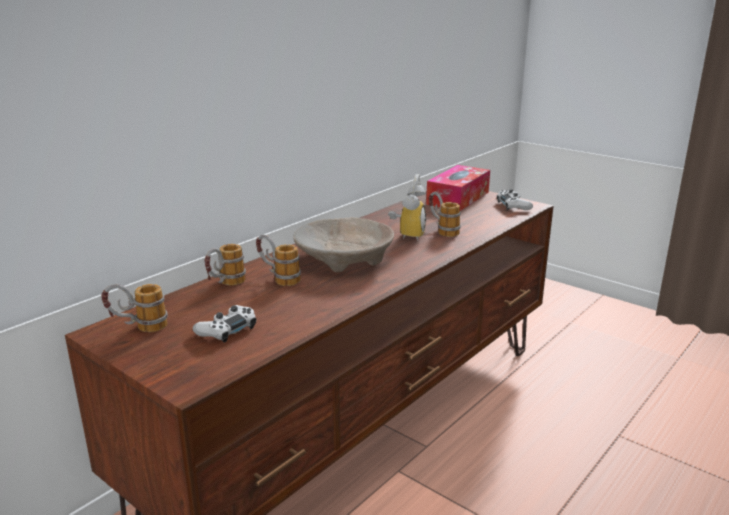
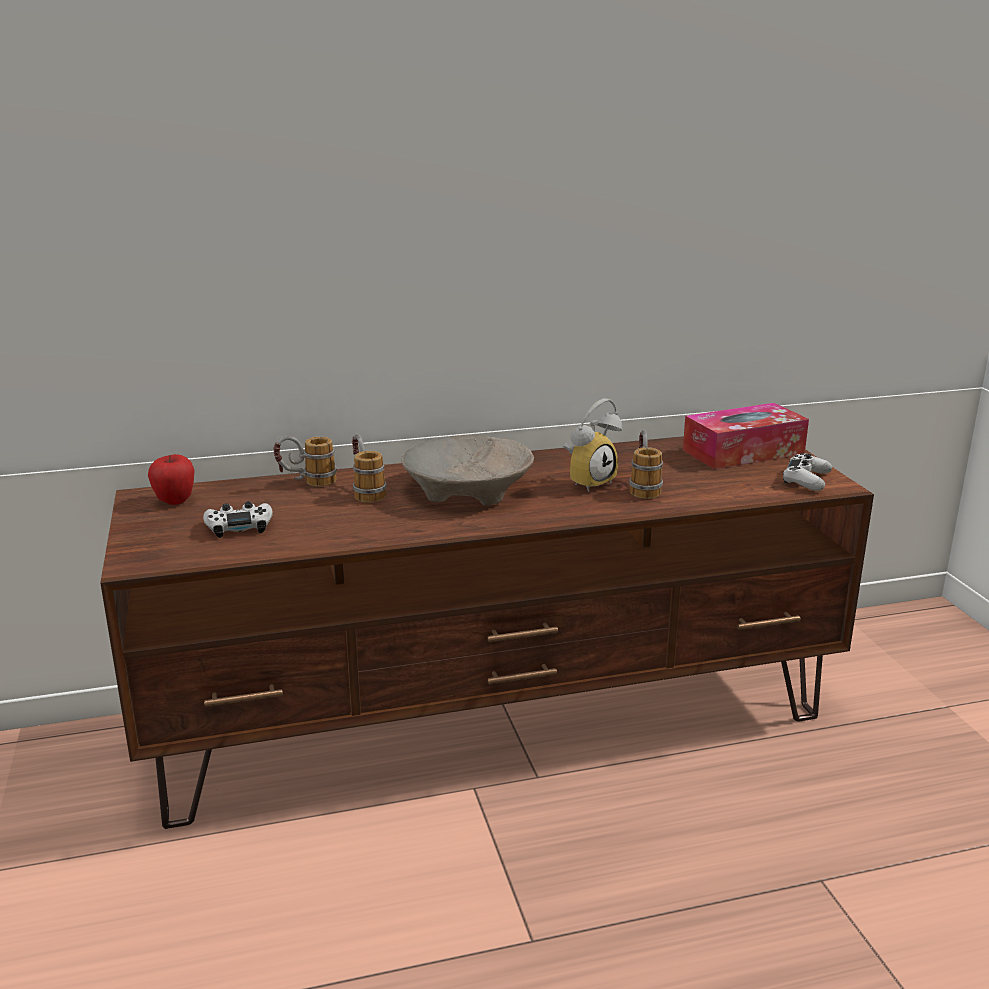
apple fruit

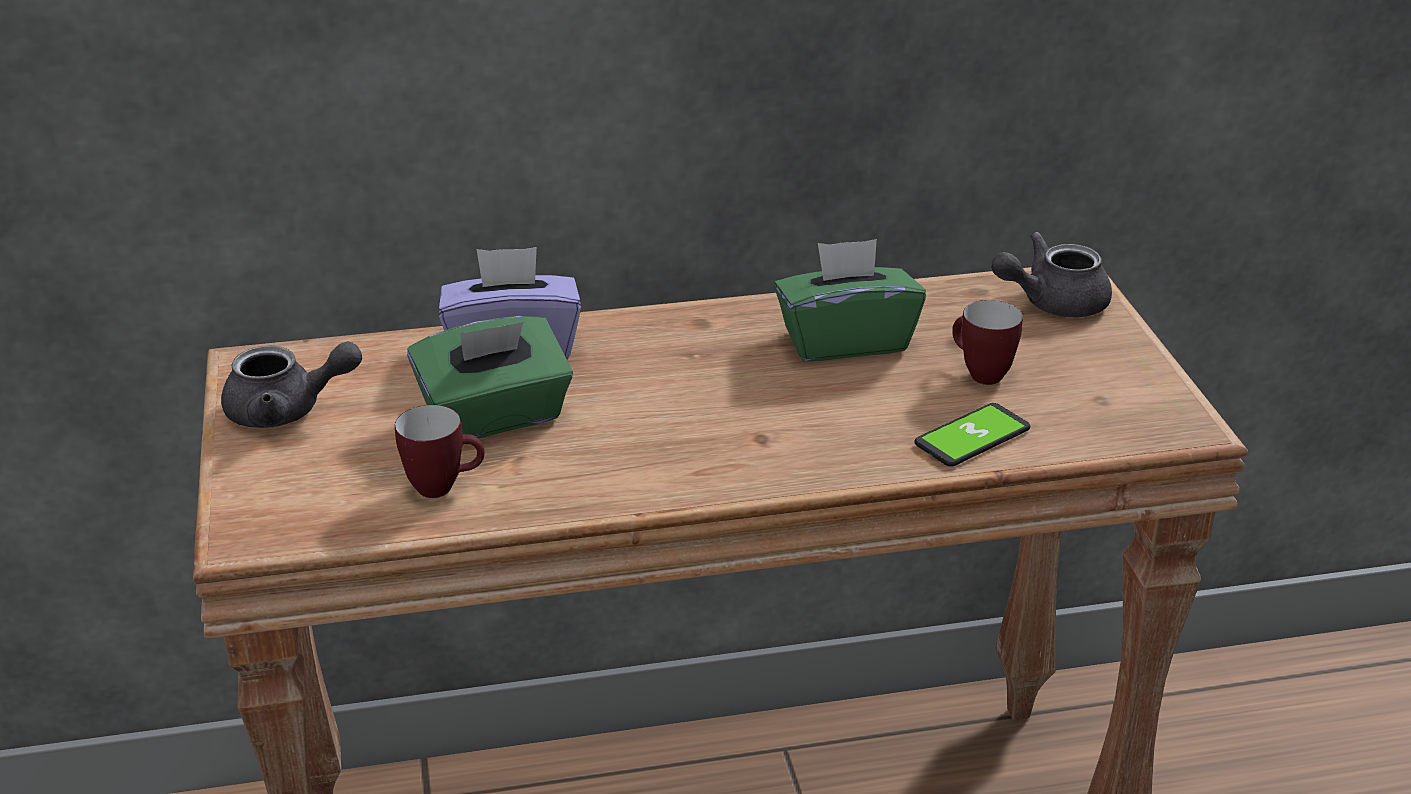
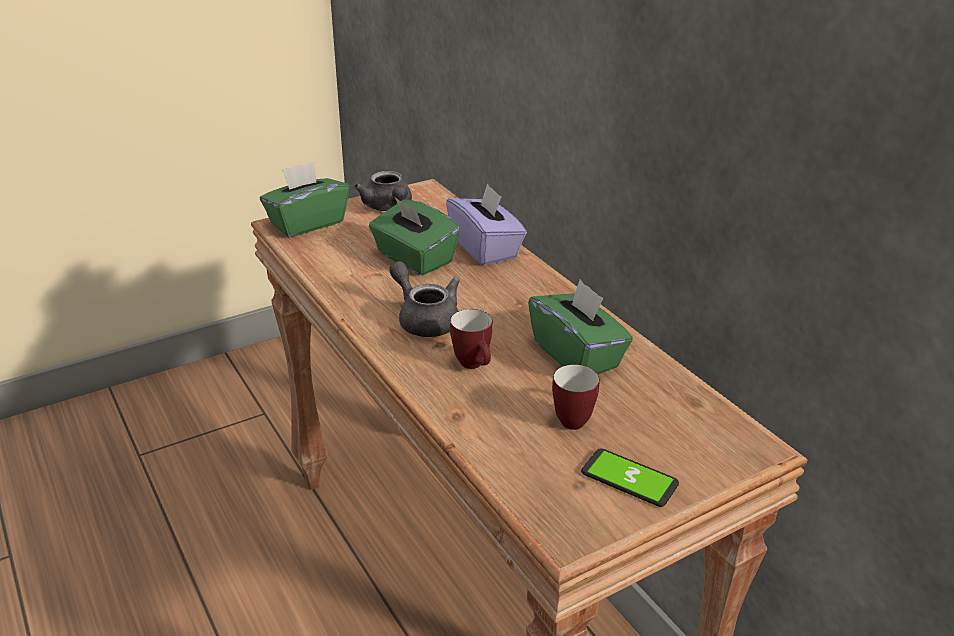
green tissue holder (1st from left); mug (1st from left); phone; greyish teapot (2nd from left)

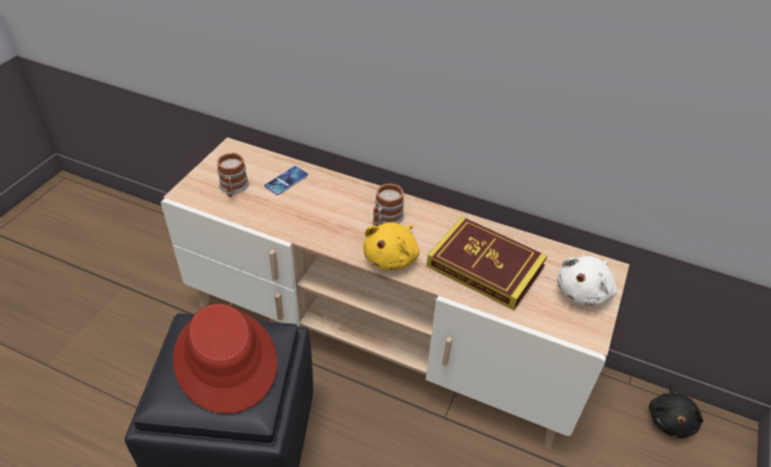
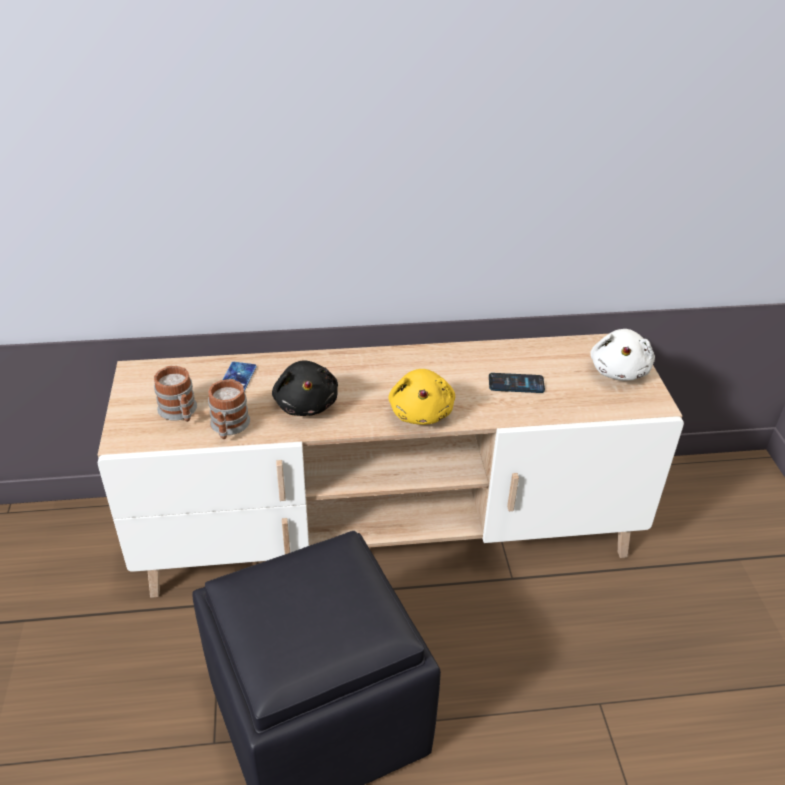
reddish wearable hat; mug (2nd from left); black-coloured soft toy; phone (2nd from left)

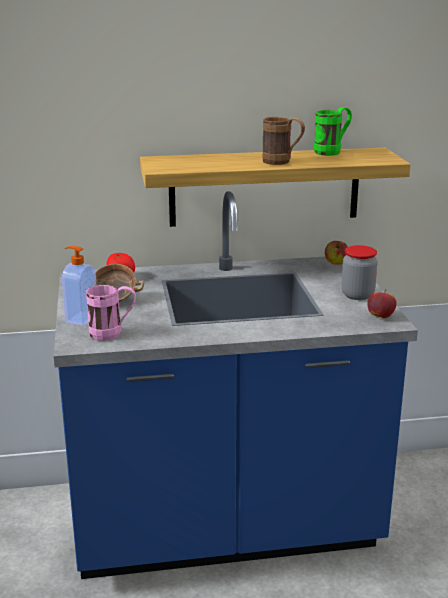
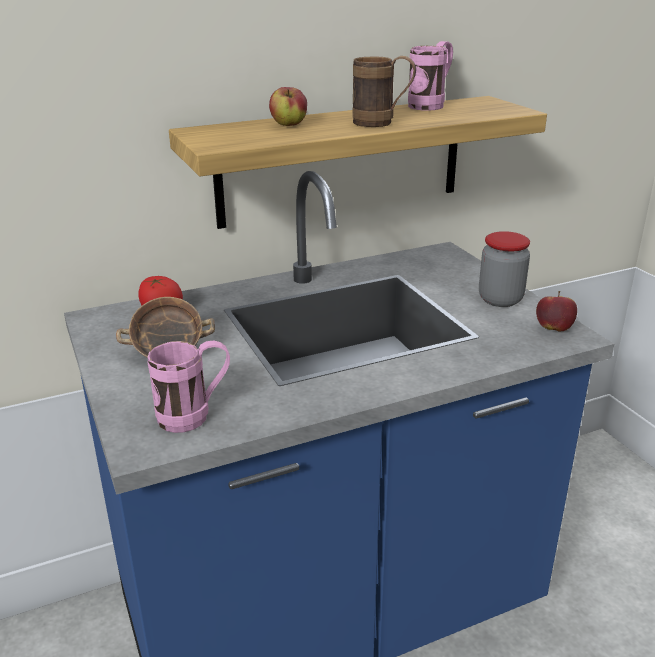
soap bottle; apple fruit (1st from left); pink-coloured mug (2nd from left)

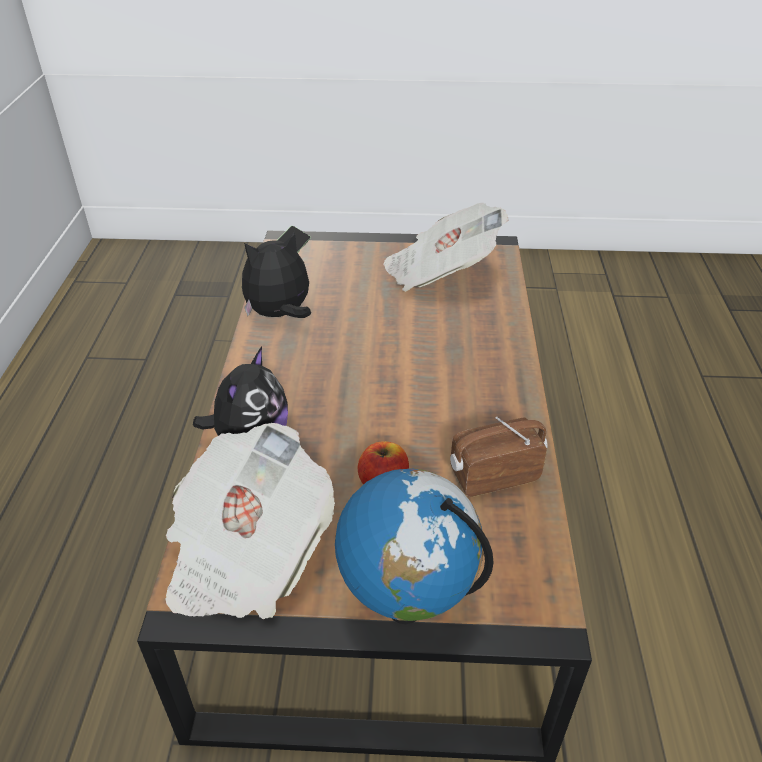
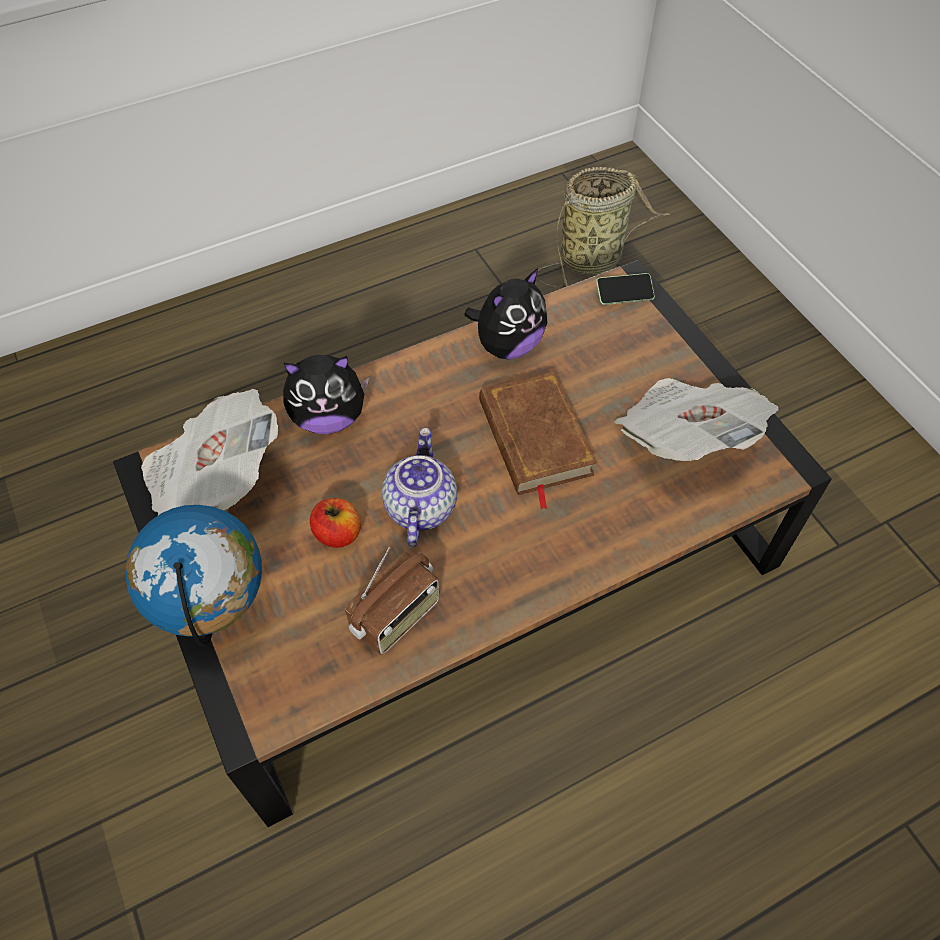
teapot; brown volume; storage basket; soft toy (2nd from left); radio

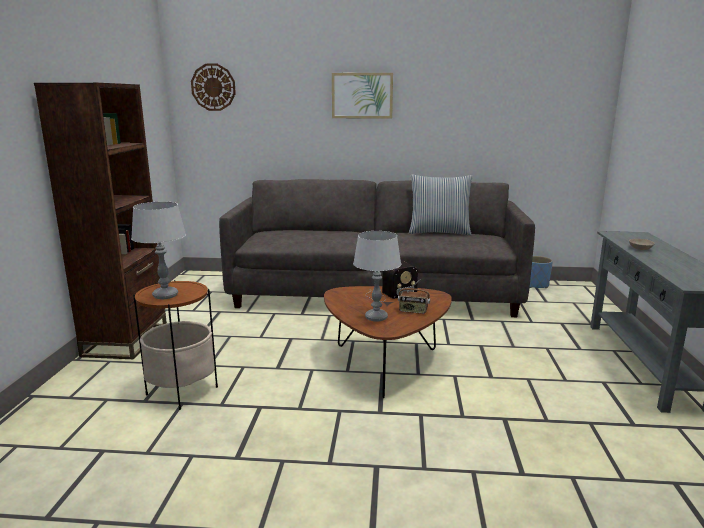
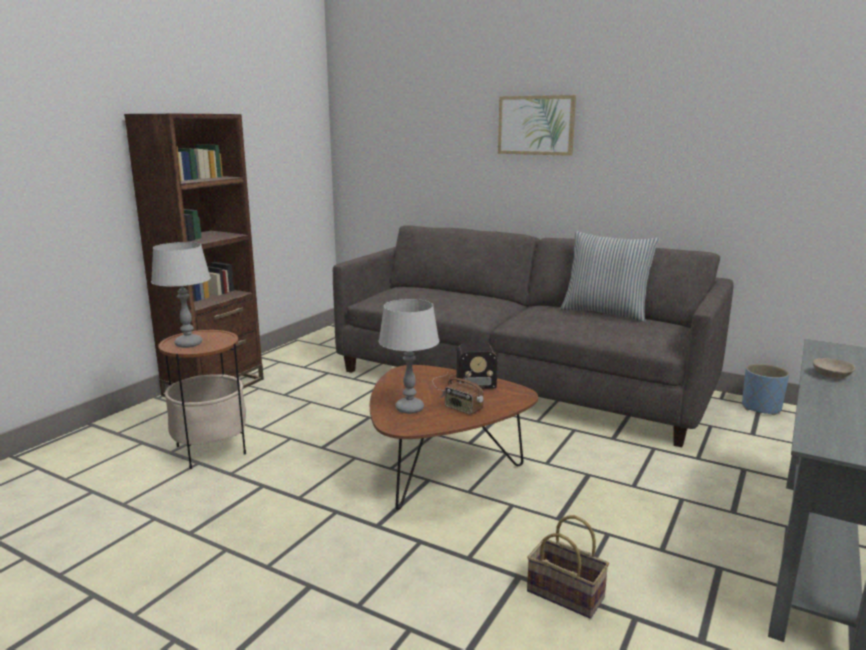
hanging clock; storage basket

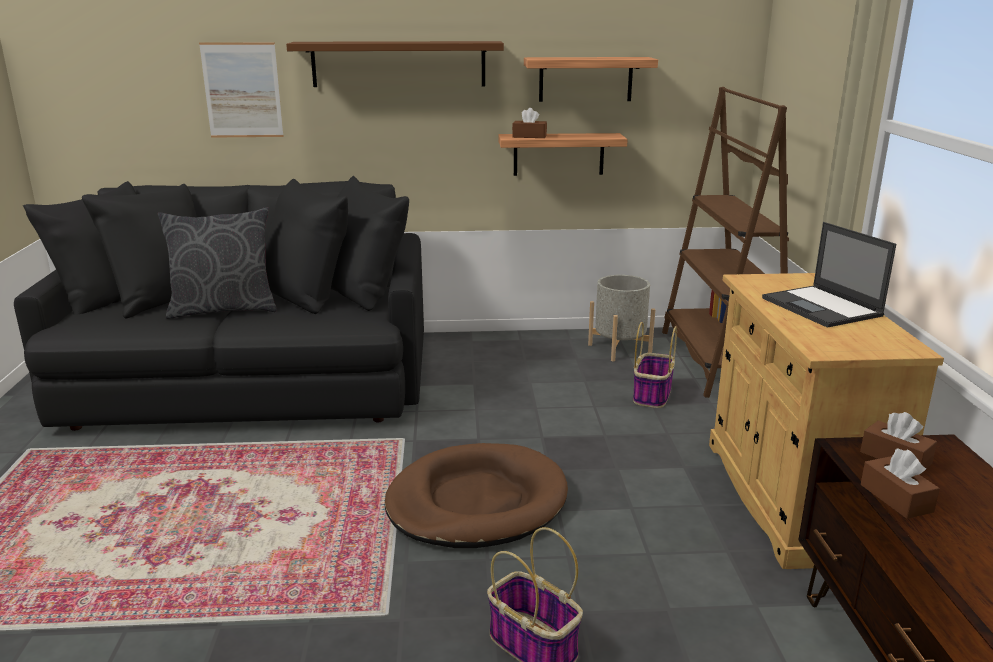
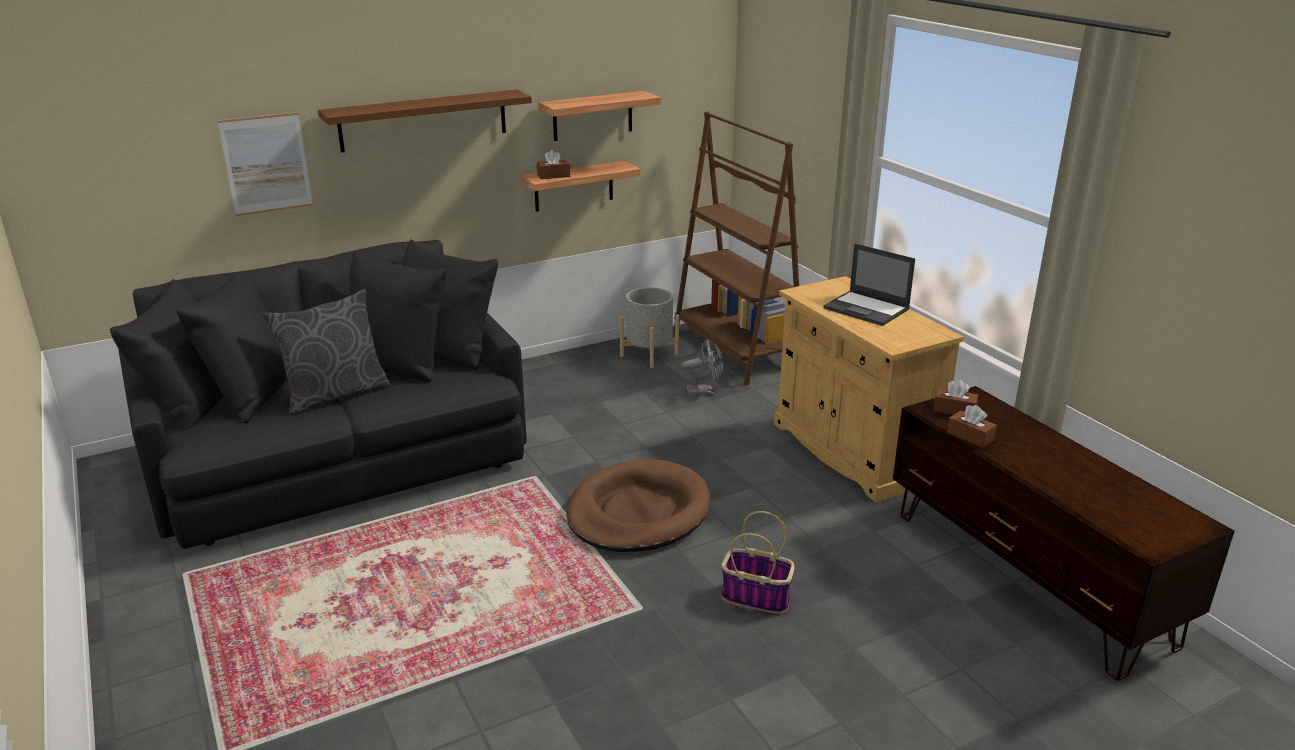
greyish cooling fan

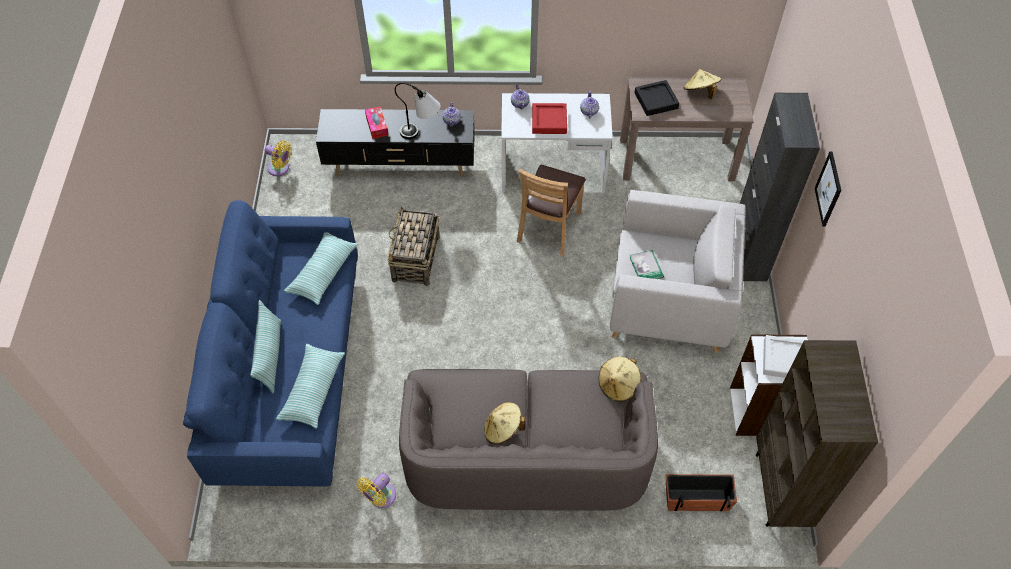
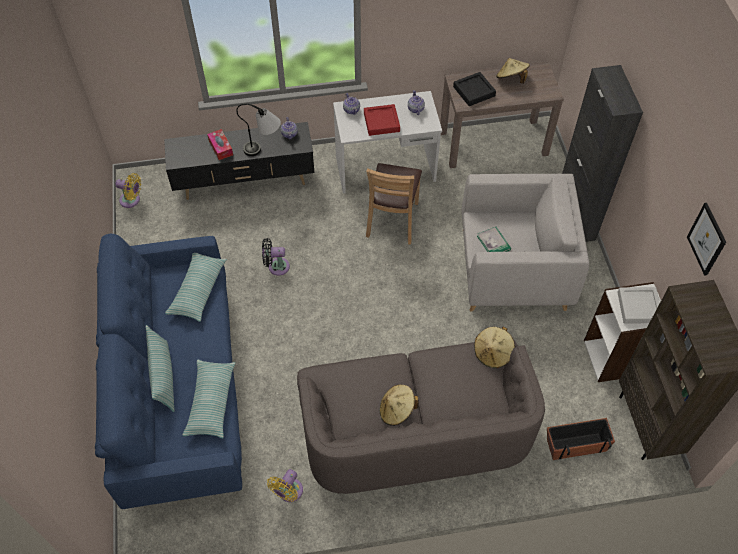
wall picture; black-coloured cooling fan

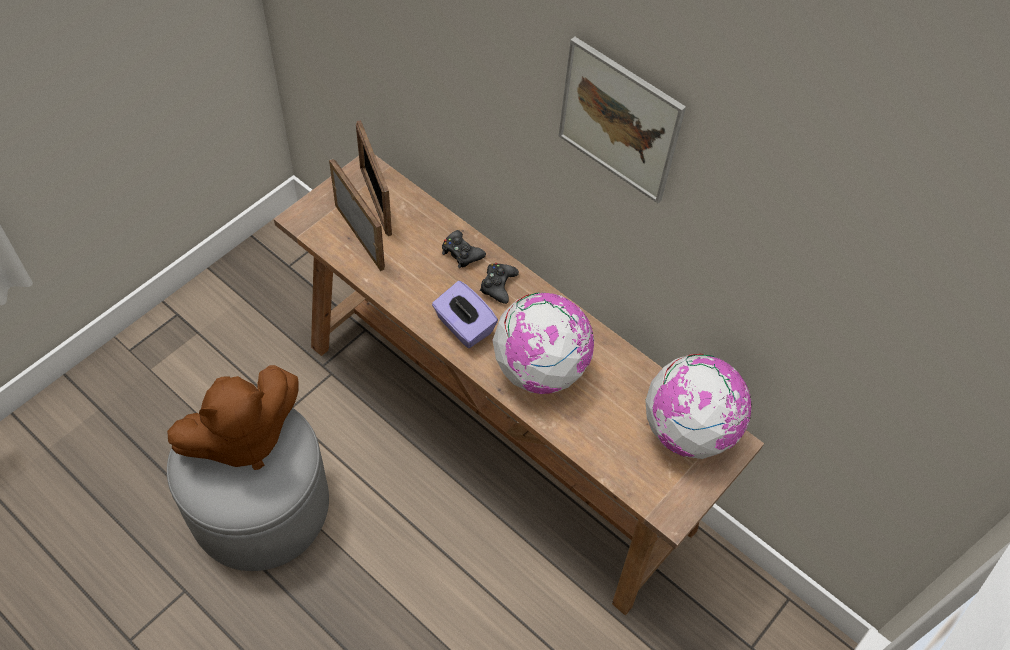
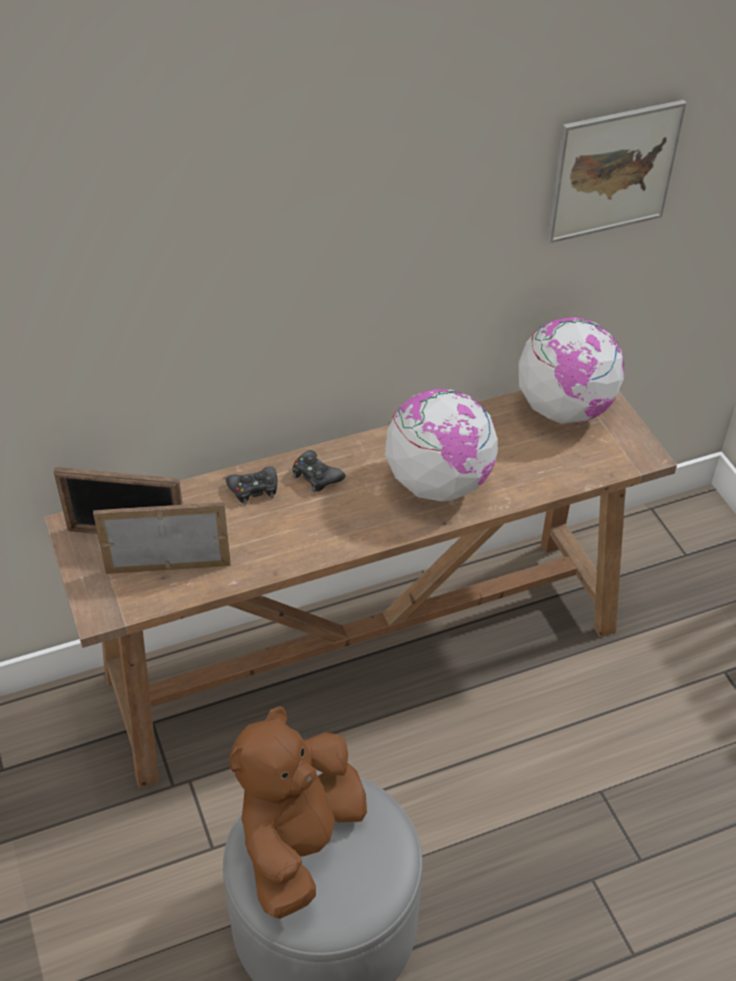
purple-coloured tissue holder; wall picture; brown soft toy

